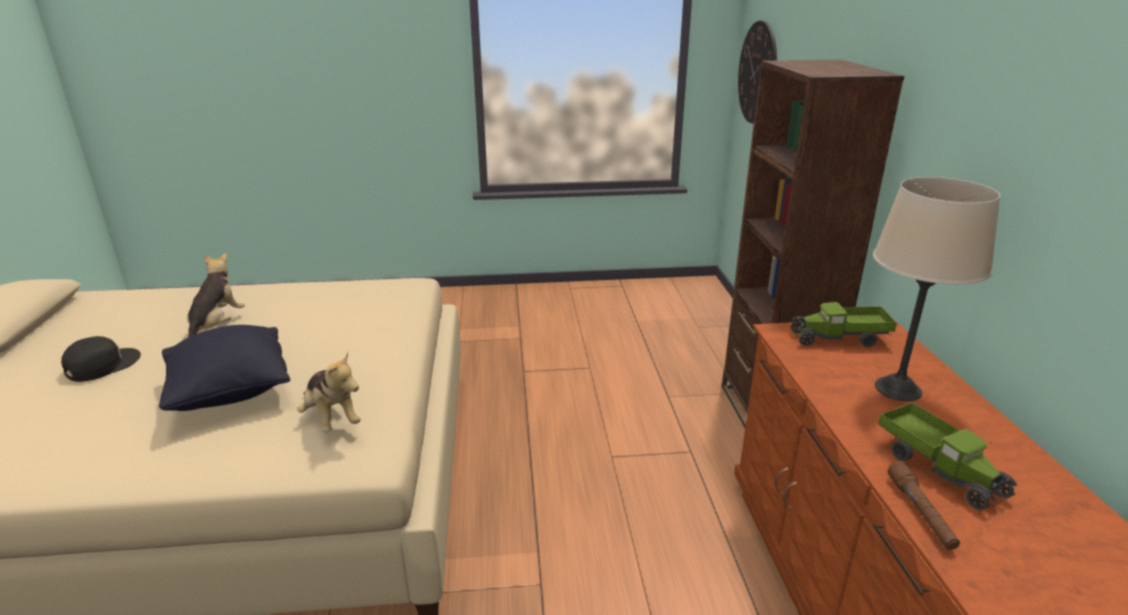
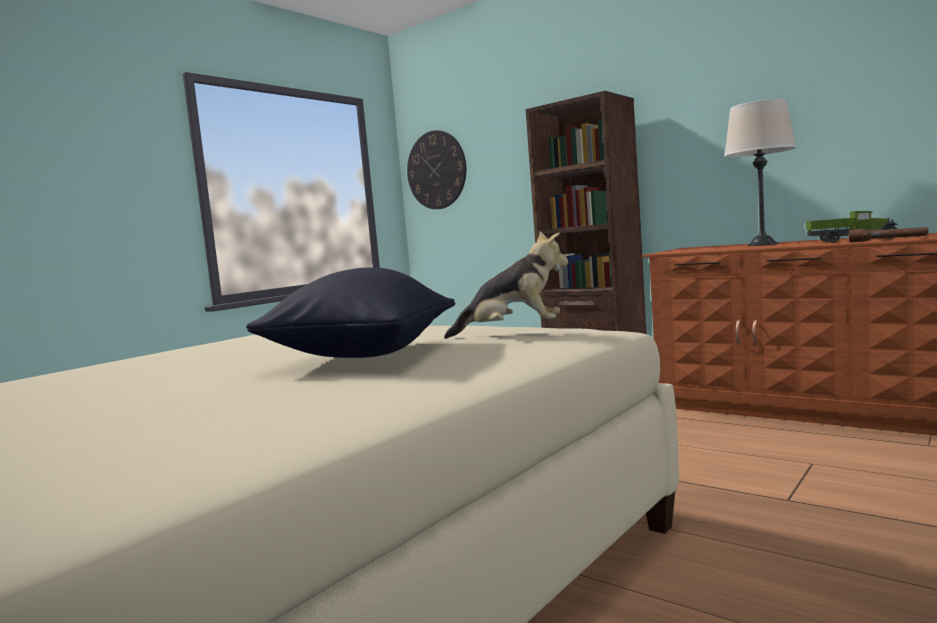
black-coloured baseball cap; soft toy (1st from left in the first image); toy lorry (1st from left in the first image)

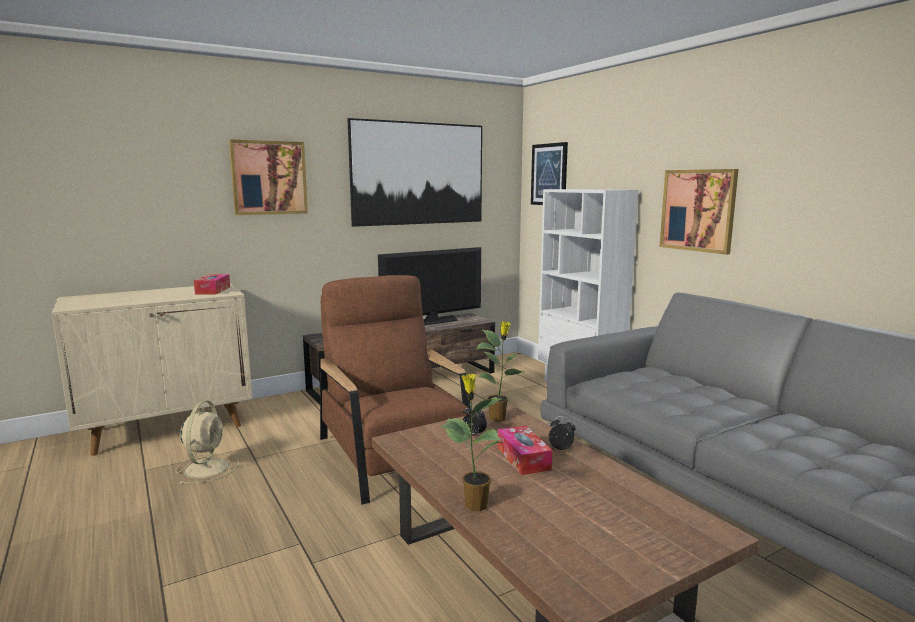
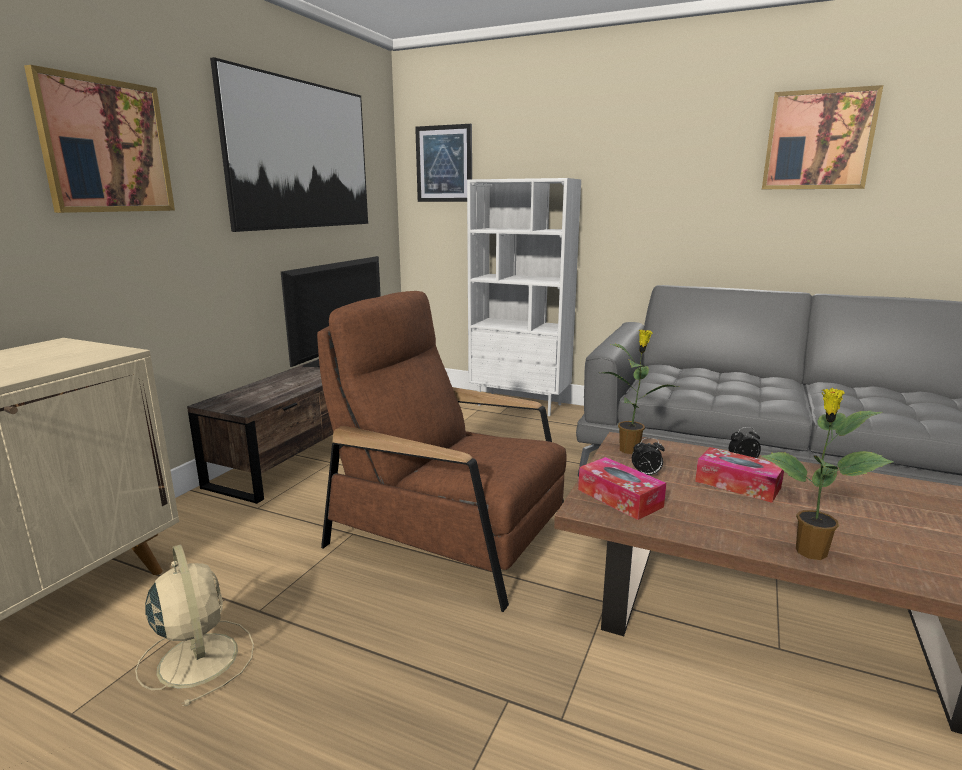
tissue holder (1st from left); wall picture (4th from left)

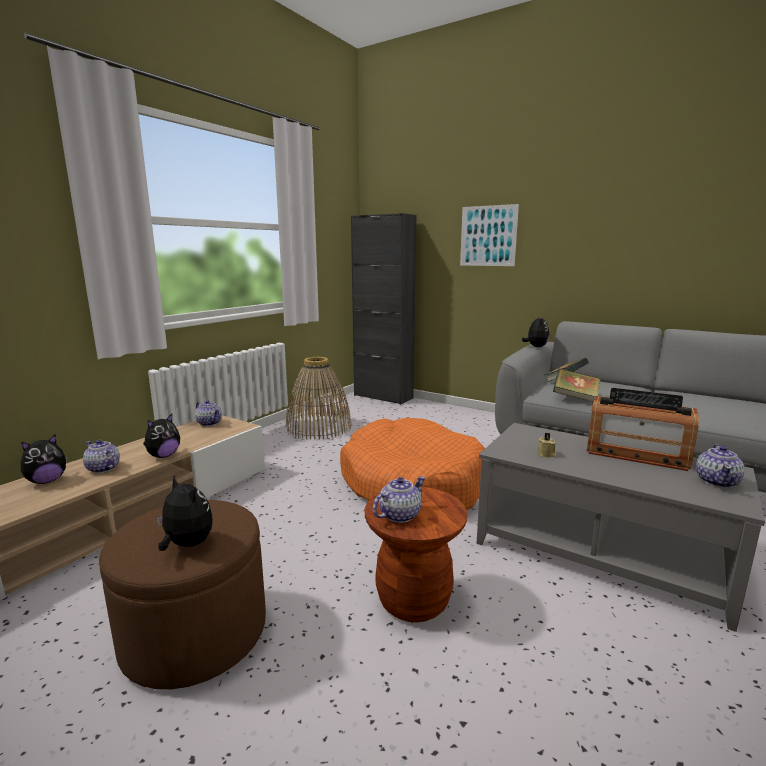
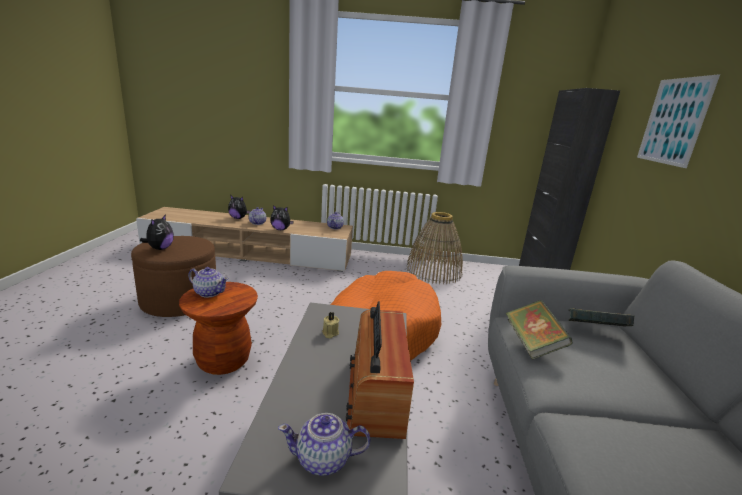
soft toy (4th from left in the first image)

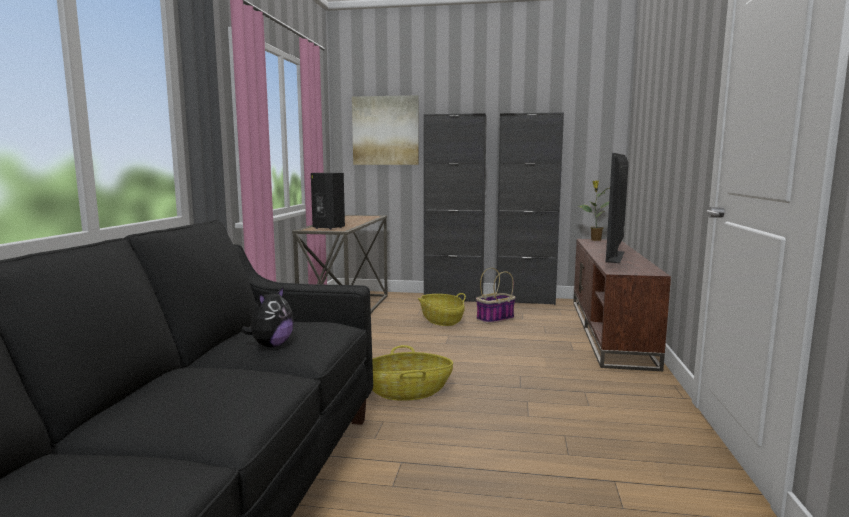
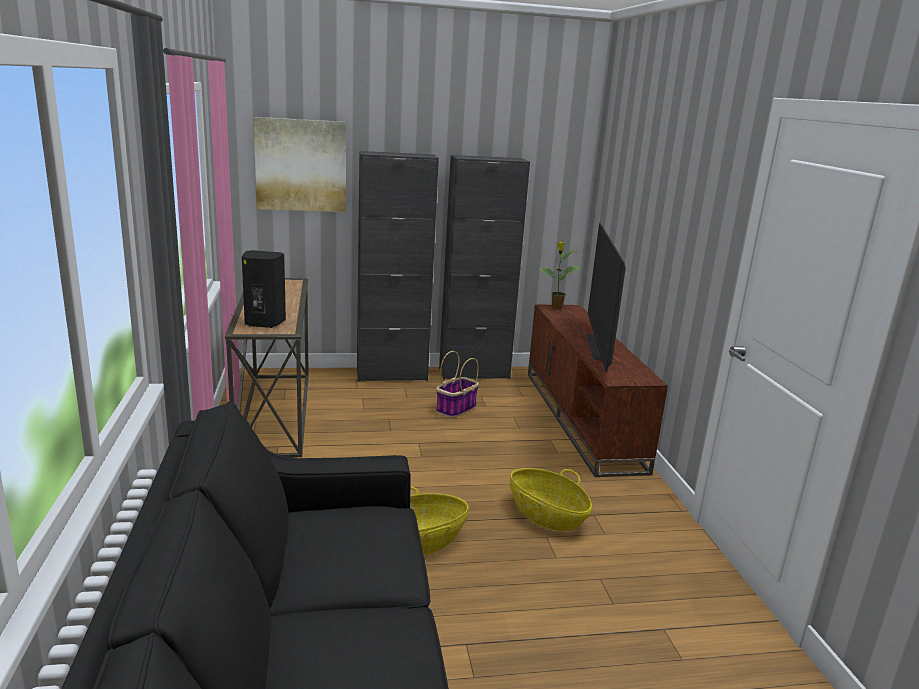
soft toy; storage basket (3rd from left)

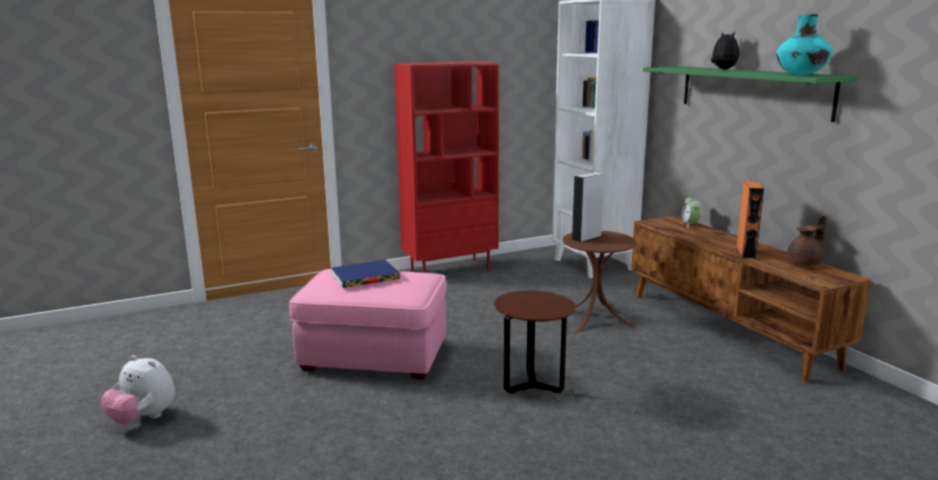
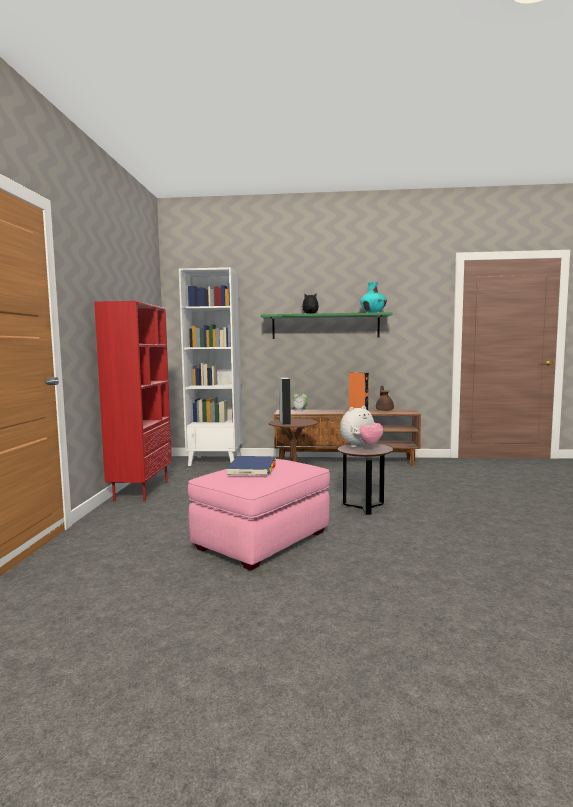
soft toy (2nd from left)

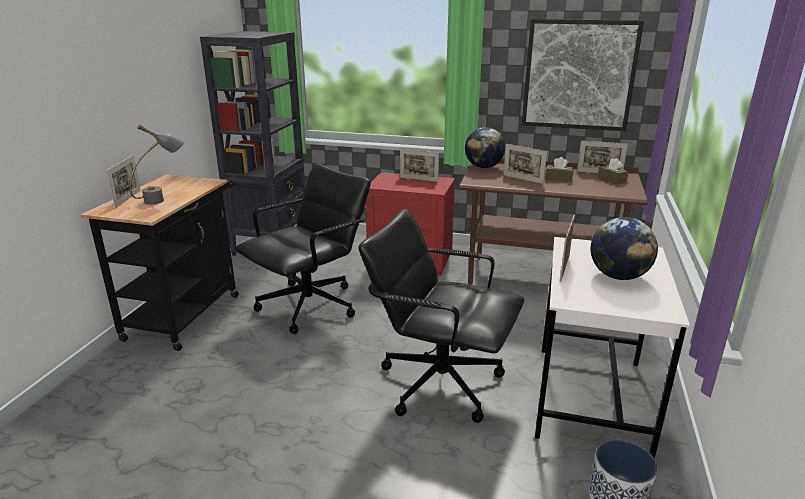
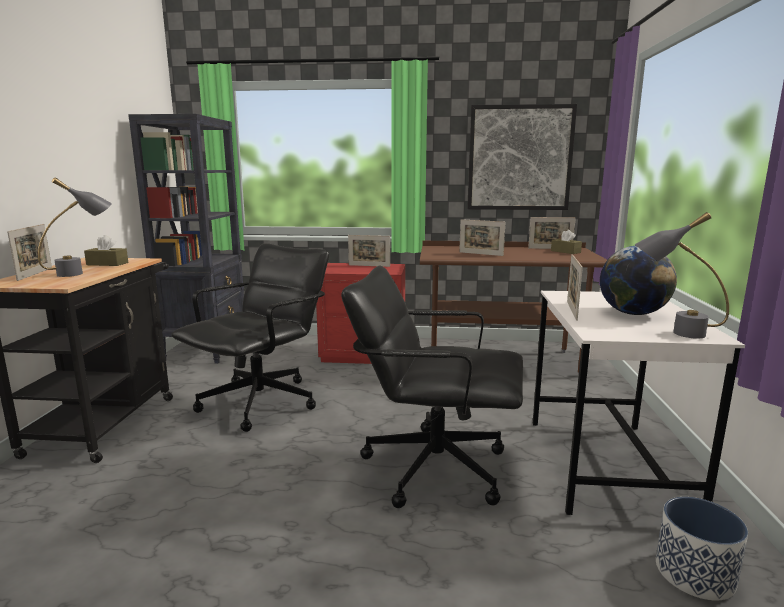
desk globe (1st from left in the first image); greyish table lamp (2nd from left); brown tissue holder (1st from left)

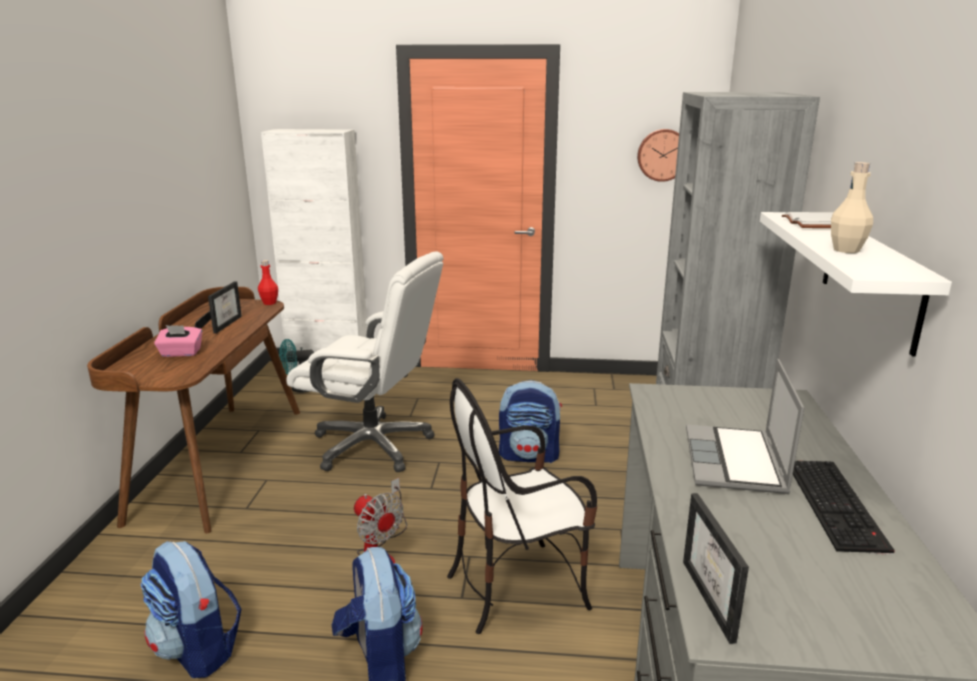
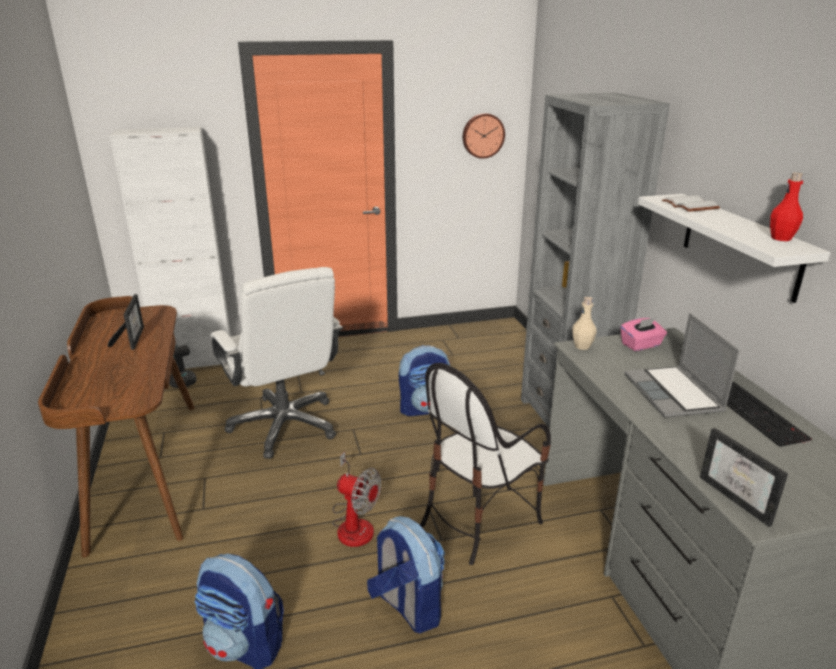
pink-coloured tissue holder; reddish bottle; sand-coloured bottle; white desk chair

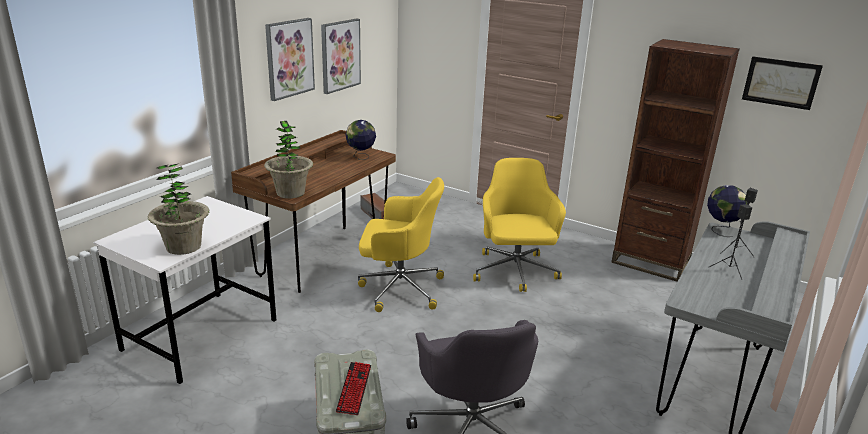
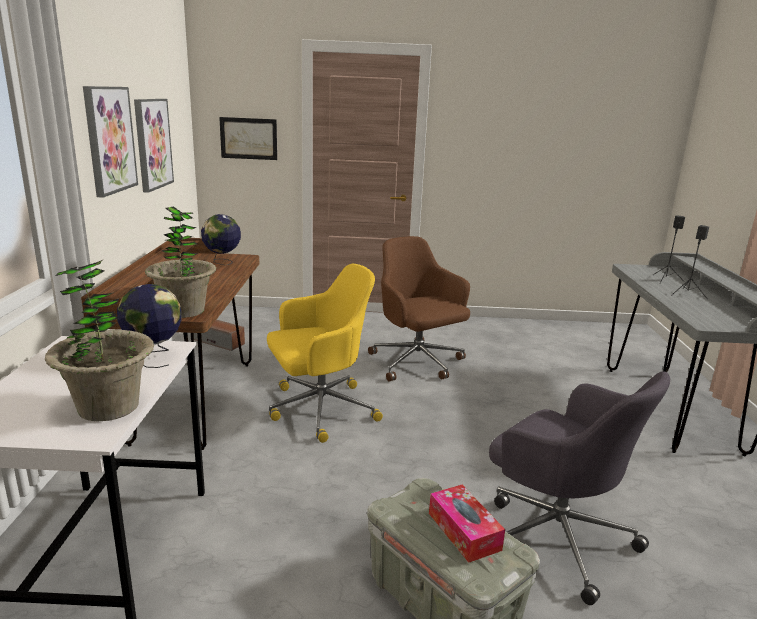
brown bookcase; desk globe (1st from left); wall picture (3rd from left); tissue holder; brown desk chair

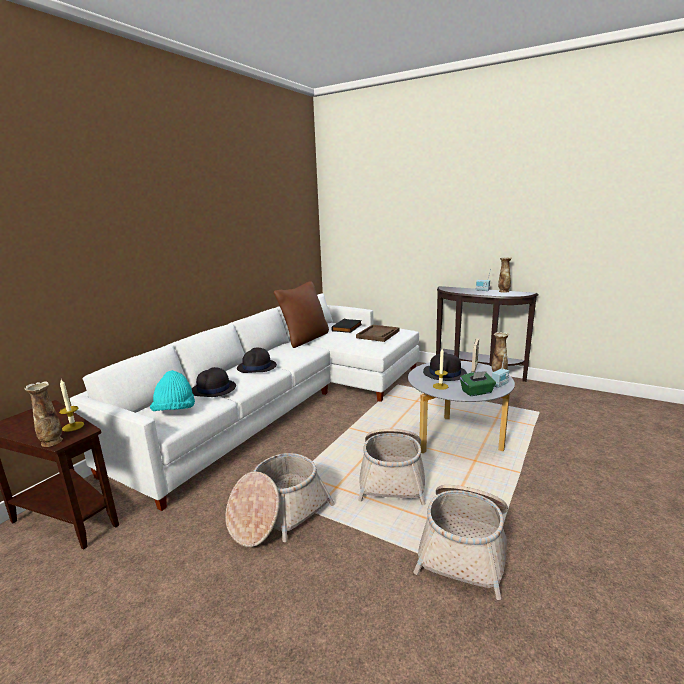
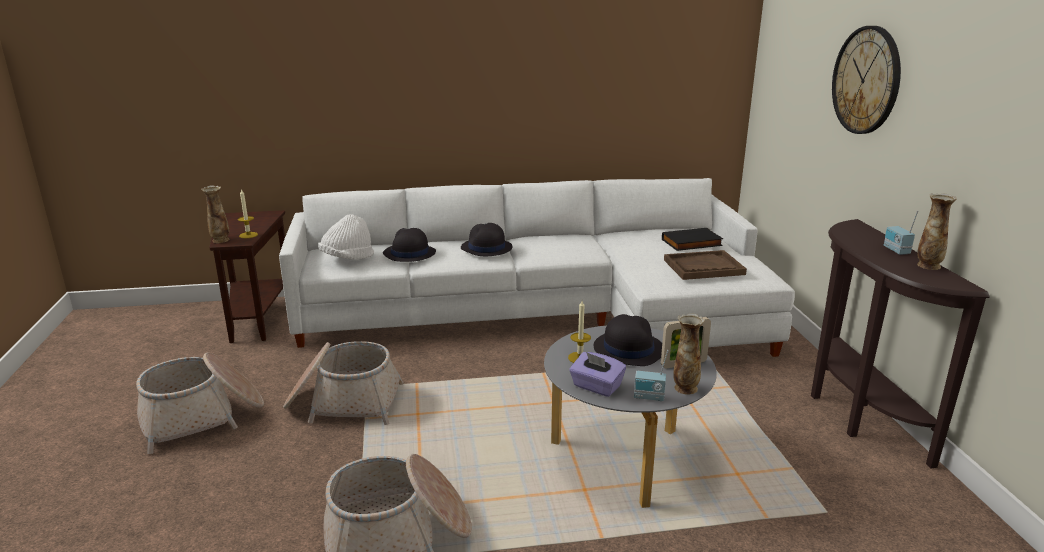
brown throw pillow; hanging clock; storage basket (1st from left); white wearable hat; purple-coloured tissue holder

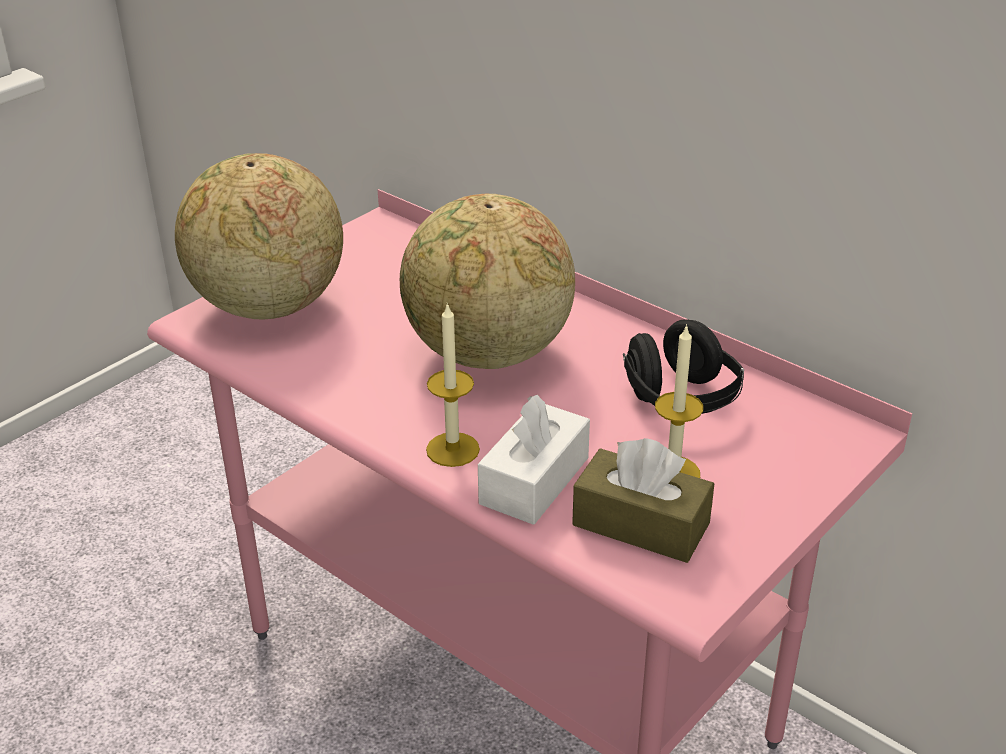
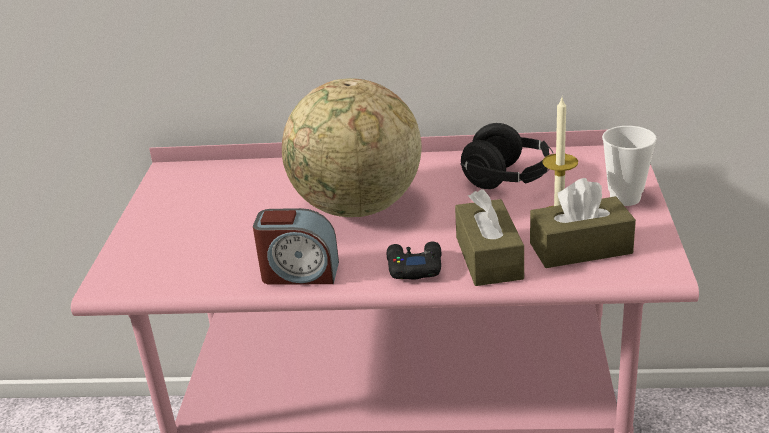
desk globe (1st from left in the first image); alarm clock; drinking cup; black-coloured game controller; brown tissue holder (1st from left)

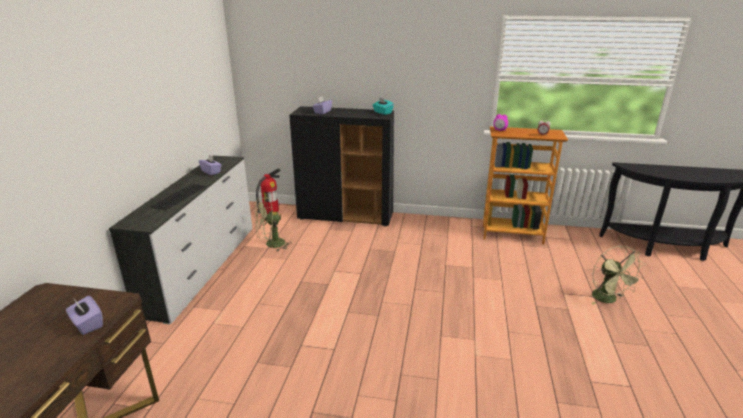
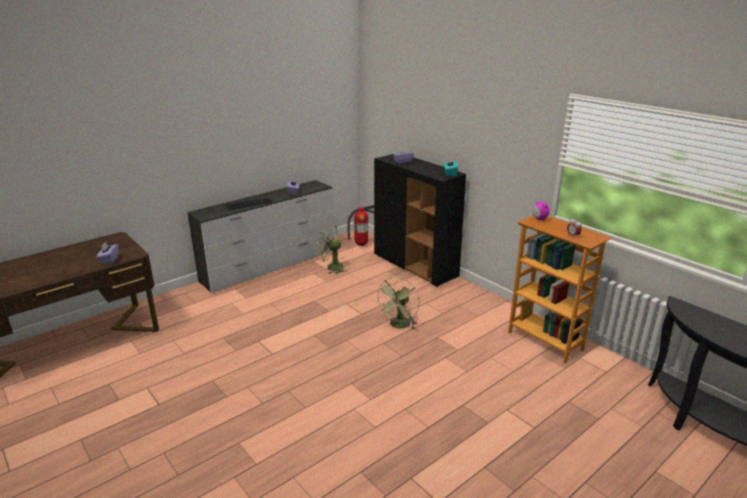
green cooling fan (2nd from left)

